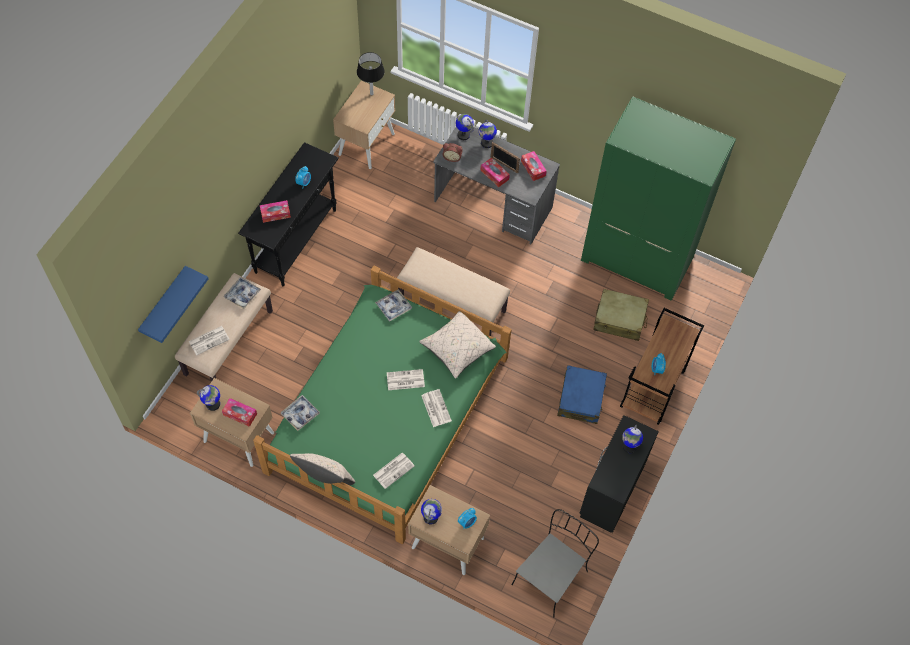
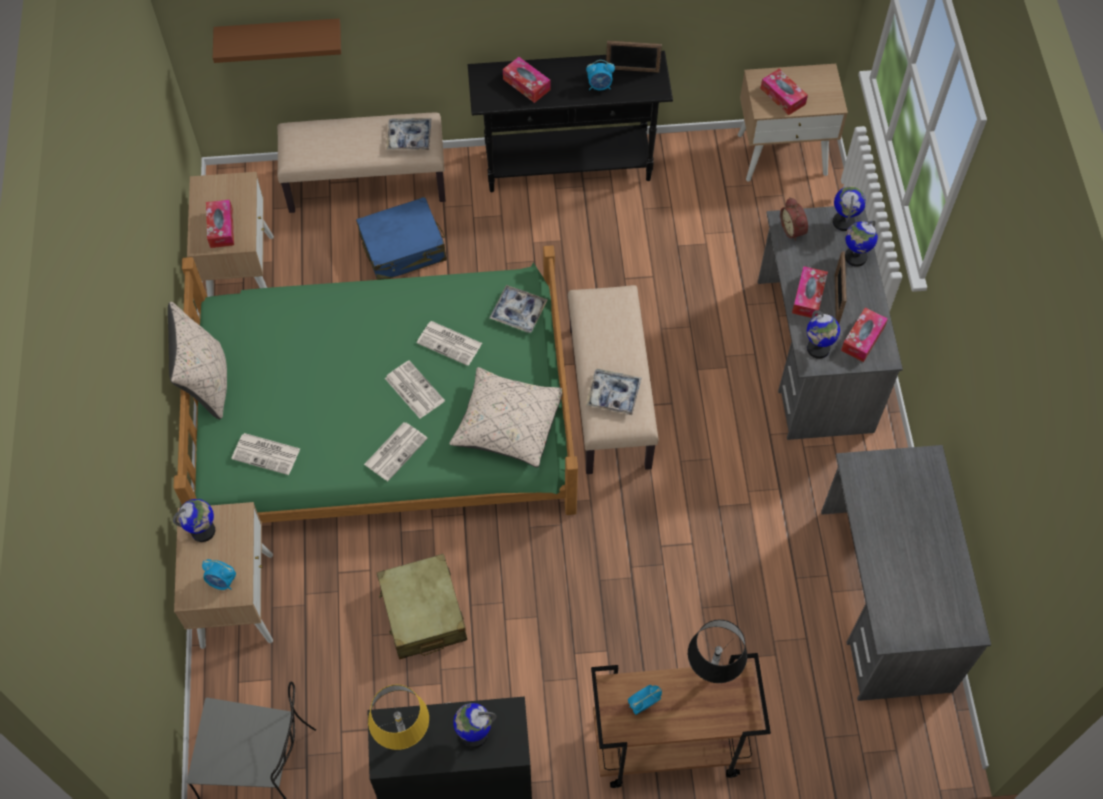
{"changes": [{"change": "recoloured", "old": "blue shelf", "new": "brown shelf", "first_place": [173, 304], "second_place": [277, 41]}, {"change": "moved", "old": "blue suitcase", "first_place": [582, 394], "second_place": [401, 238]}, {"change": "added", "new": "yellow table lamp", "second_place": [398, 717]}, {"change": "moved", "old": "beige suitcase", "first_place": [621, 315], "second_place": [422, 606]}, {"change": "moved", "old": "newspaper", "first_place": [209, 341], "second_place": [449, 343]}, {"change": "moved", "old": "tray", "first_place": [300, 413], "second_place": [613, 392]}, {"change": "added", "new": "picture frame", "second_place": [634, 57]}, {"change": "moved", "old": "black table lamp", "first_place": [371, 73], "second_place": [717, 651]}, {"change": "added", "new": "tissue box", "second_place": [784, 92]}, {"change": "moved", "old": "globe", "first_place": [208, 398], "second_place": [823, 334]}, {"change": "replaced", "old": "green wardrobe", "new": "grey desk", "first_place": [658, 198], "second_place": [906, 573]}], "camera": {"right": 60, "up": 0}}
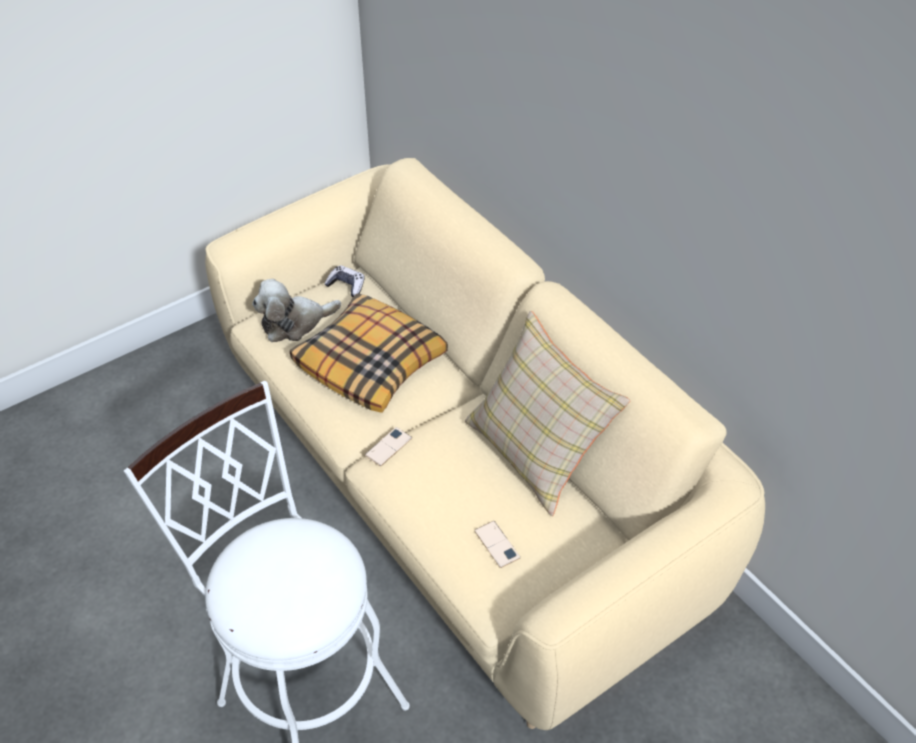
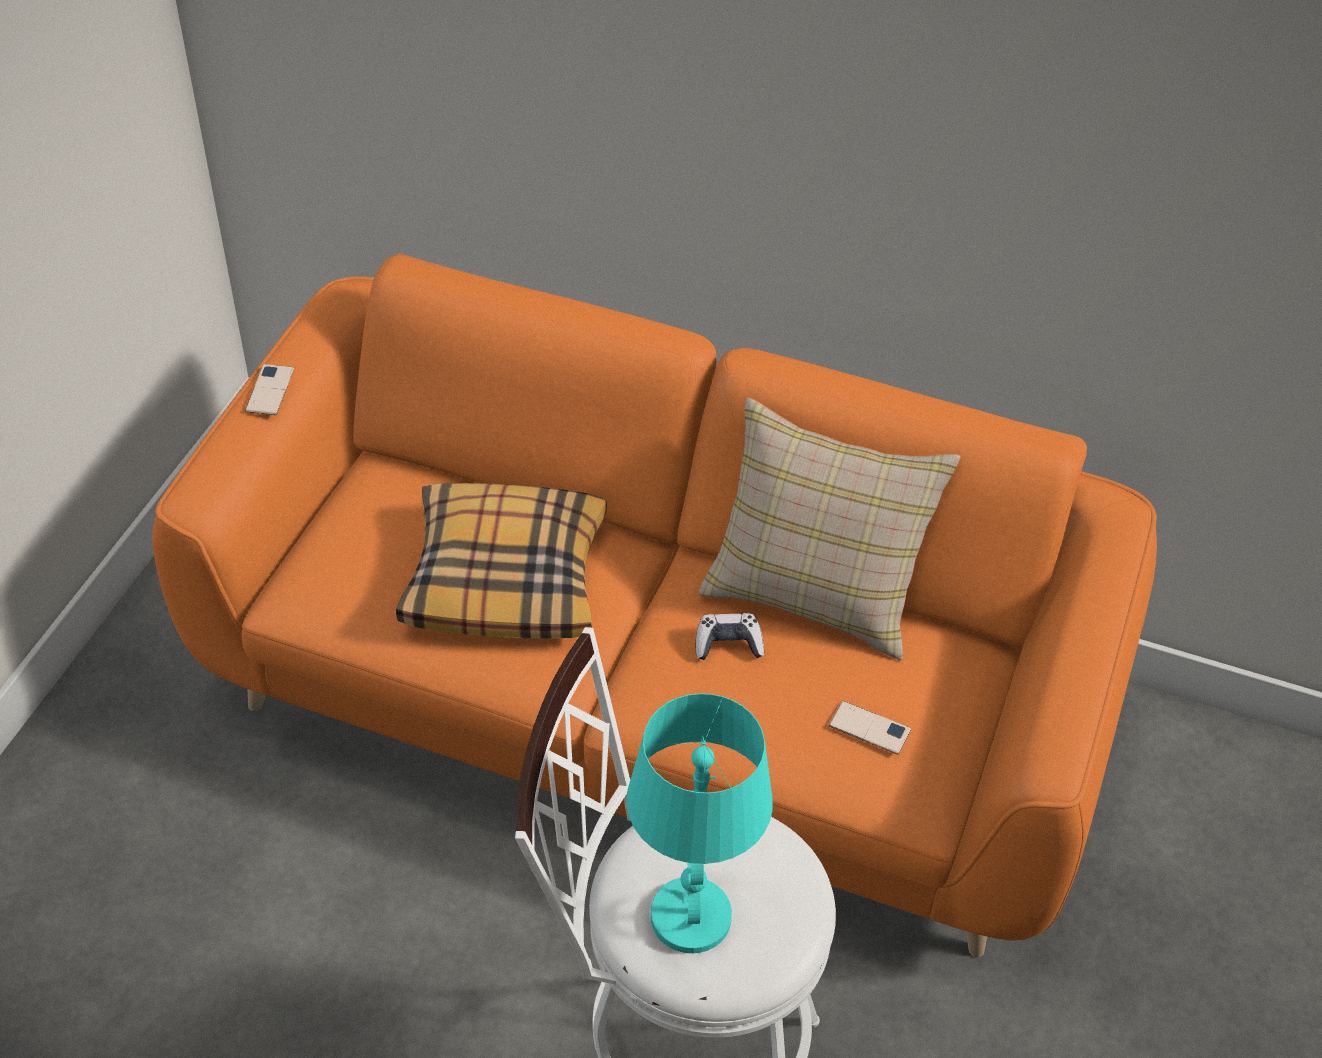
{"changes": [{"change": "recoloured", "old": "beige sofa", "new": "orange sofa", "first_place": [485, 444], "second_place": [654, 605]}, {"change": "moved", "old": "phone", "first_place": [388, 446], "second_place": [269, 389]}, {"change": "added", "new": "turquoise table lamp", "second_place": [699, 823]}, {"change": "moved", "old": "game controller", "first_place": [344, 281], "second_place": [730, 636]}, {"change": "removed", "old": "plush toy", "first_place": [296, 310]}], "camera": {"right": -35, "up": 0}}
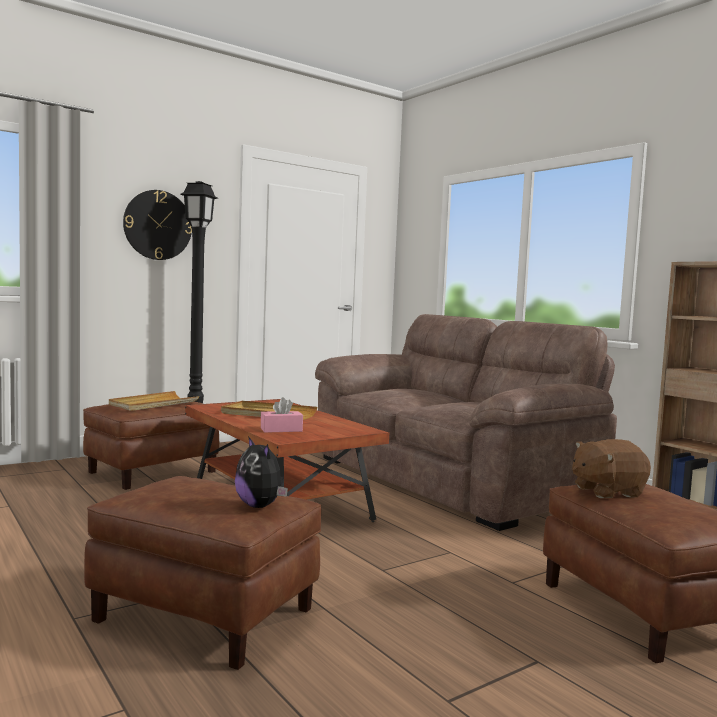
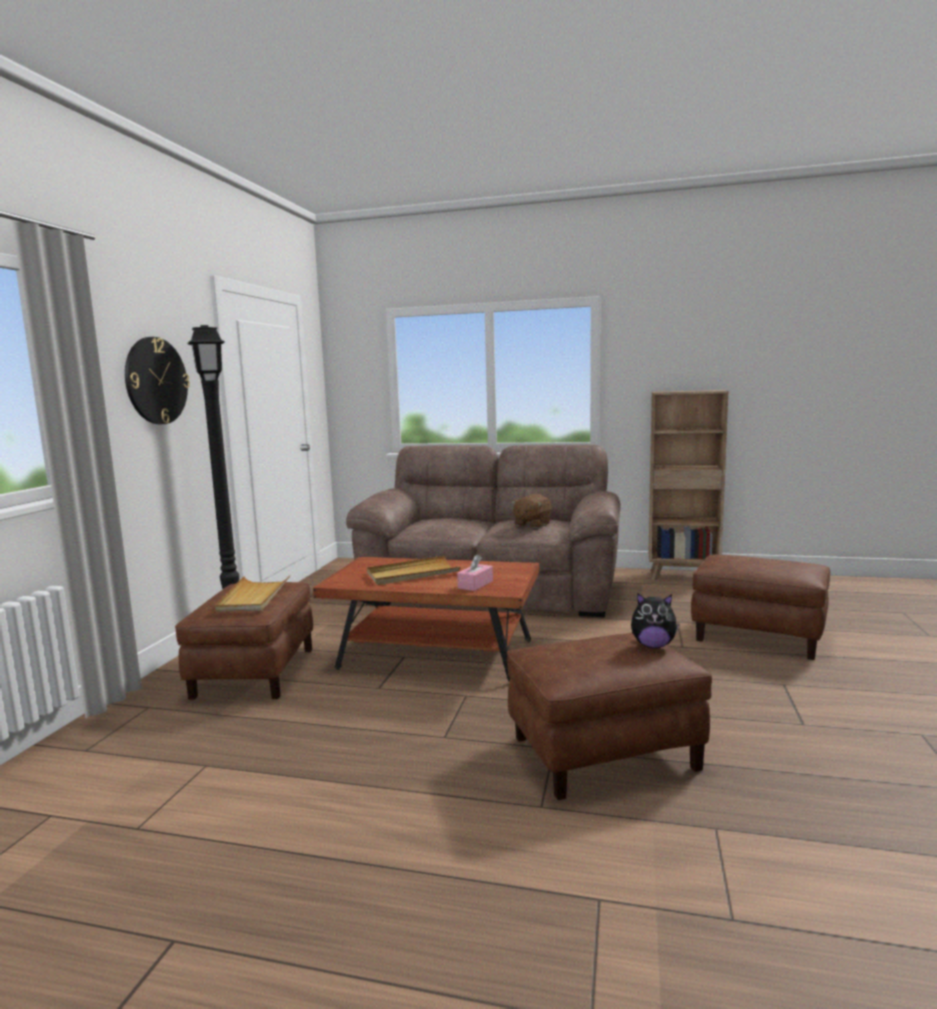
{"changes": [{"change": "moved", "old": "brown plush toy", "first_place": [611, 468], "second_place": [531, 511]}], "camera": {"right": -40, "up": 5}}
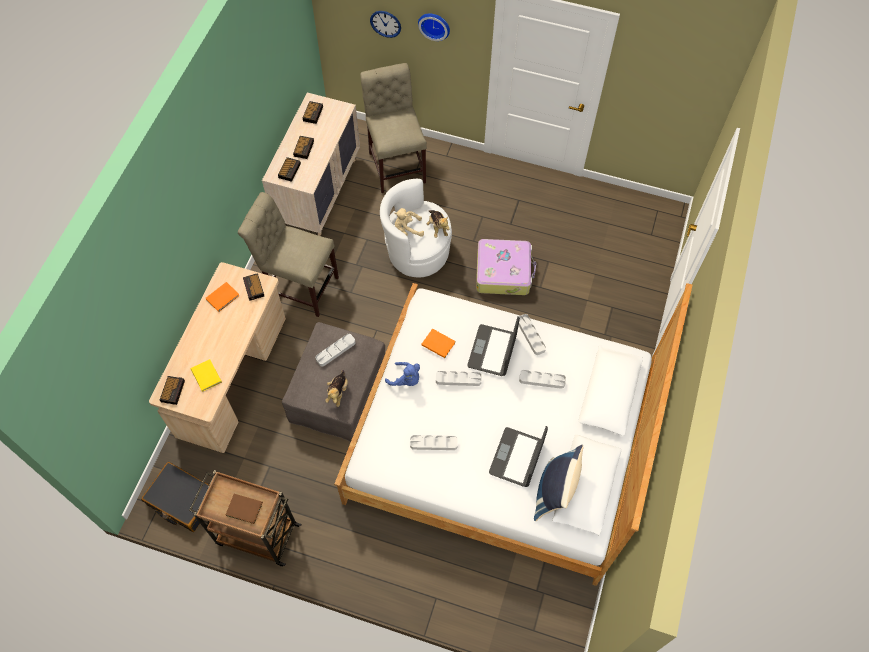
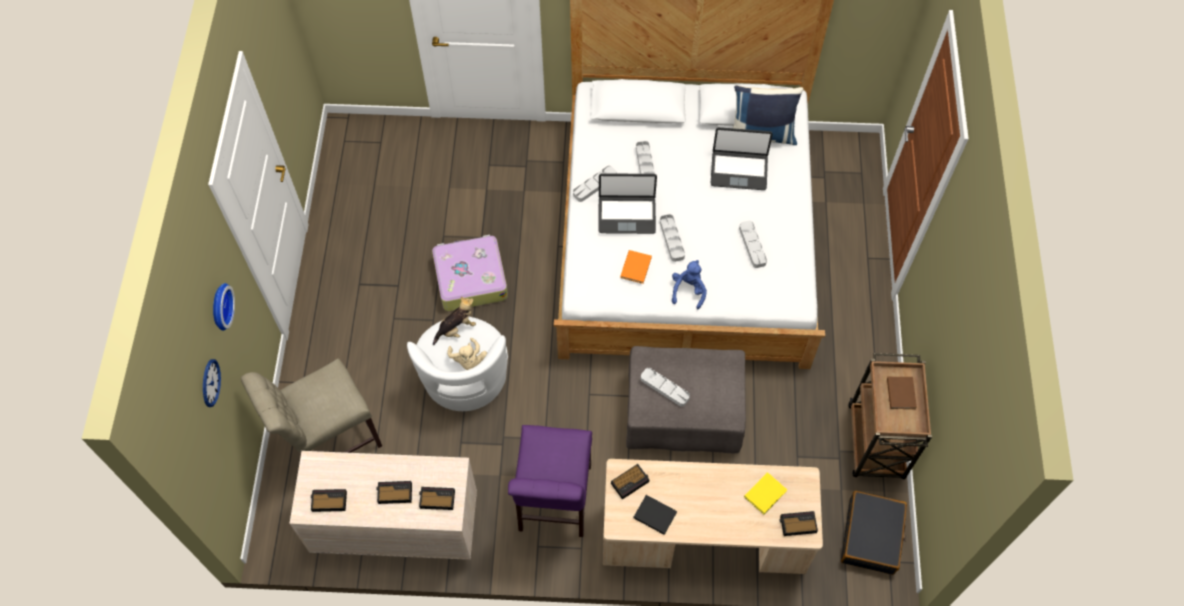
{"changes": [{"change": "recoloured", "old": "beige chair", "new": "purple chair", "first_place": [288, 254], "second_place": [550, 481]}, {"change": "recoloured", "old": "orange book", "new": "black book", "first_place": [223, 297], "second_place": [655, 515]}, {"change": "removed", "old": "plush toy", "first_place": [336, 388]}], "camera": {"right": -105, "up": 0}}
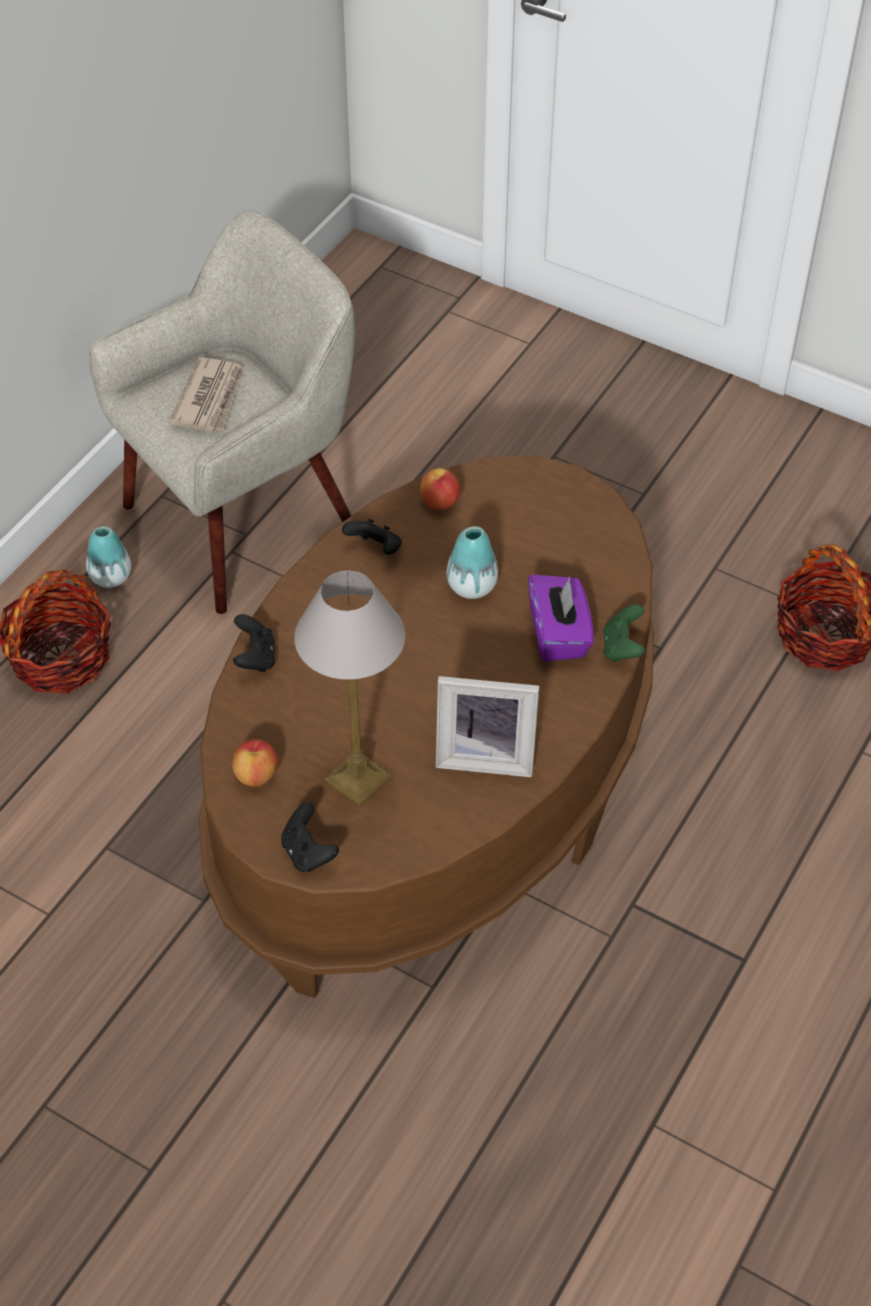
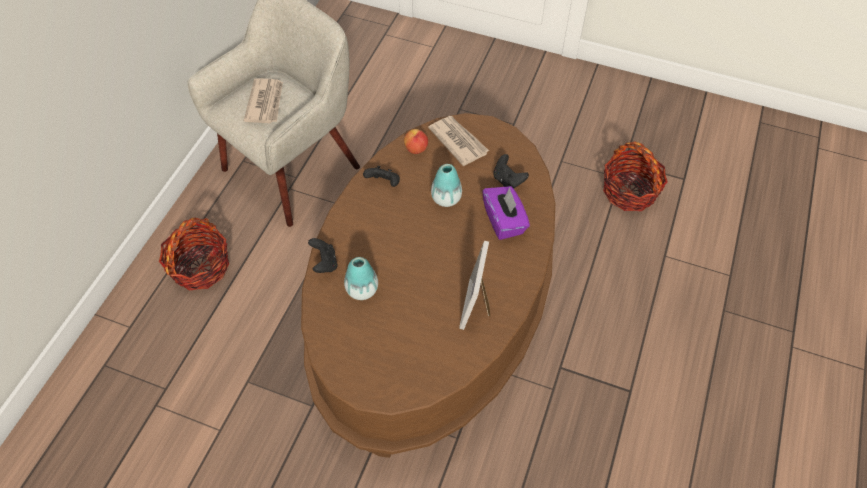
{"changes": [{"change": "moved", "old": "vase", "first_place": [108, 557], "second_place": [361, 278]}, {"change": "added", "new": "newspaper", "second_place": [458, 141]}, {"change": "turned", "old": "picture frame", "first_place": [487, 726], "second_place": [475, 285], "degrees": 105}, {"change": "moved", "old": "black game controller", "first_place": [310, 837], "second_place": [511, 171]}, {"change": "removed", "old": "apple", "first_place": [255, 763]}, {"change": "removed", "old": "table lamp", "first_place": [349, 688]}, {"change": "removed", "old": "green game controller", "first_place": [624, 633]}], "camera": {"right": -10, "up": 5}}
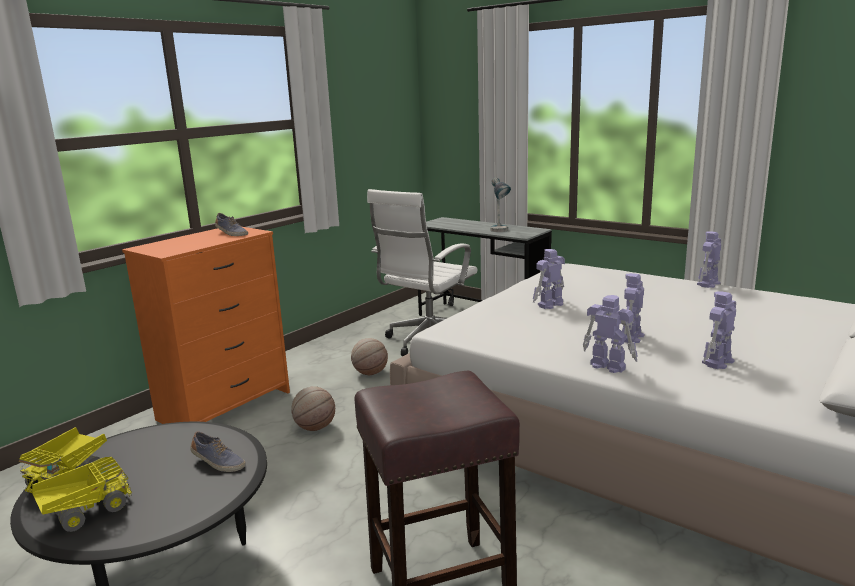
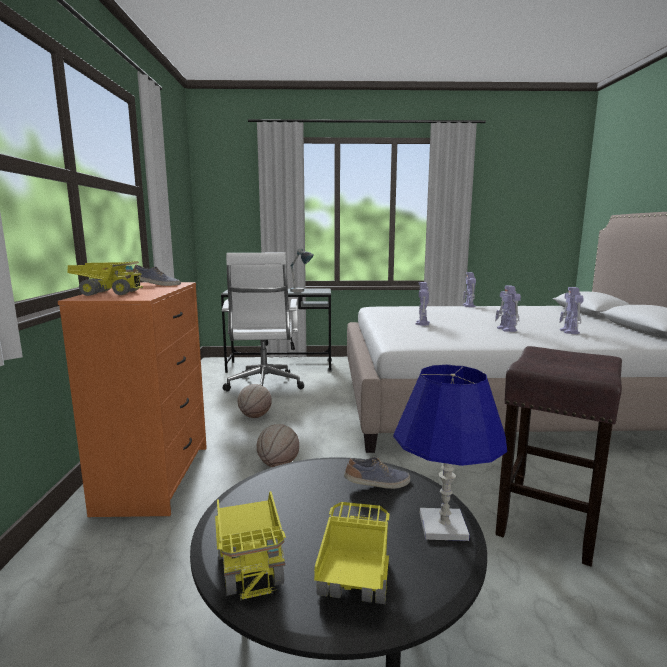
{"changes": [{"change": "added", "new": "toy truck", "second_place": [105, 278]}, {"change": "added", "new": "blue table lamp", "second_place": [450, 453]}, {"change": "removed", "old": "toy robot", "first_place": [610, 334]}], "camera": {"right": -40, "up": -5}}
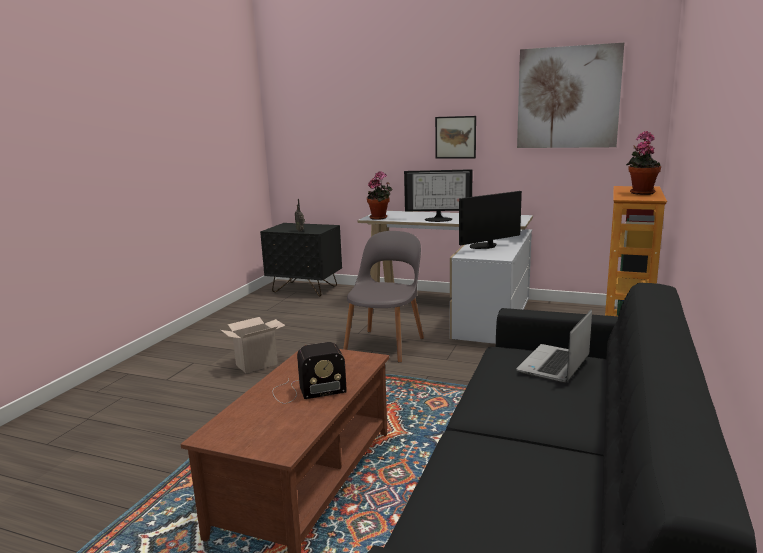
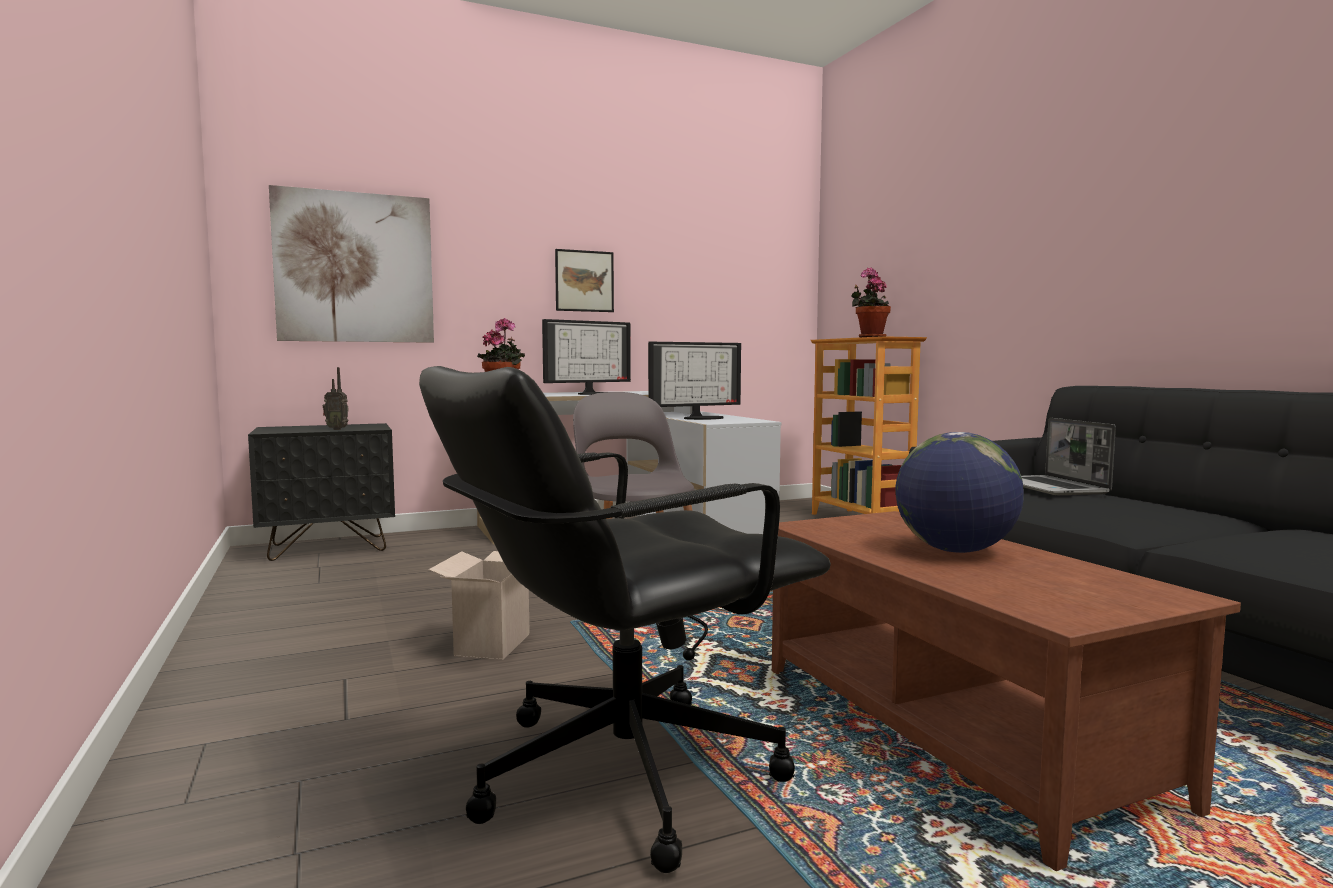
{"changes": [{"change": "moved", "old": "picture", "first_place": [570, 95], "second_place": [351, 264]}, {"change": "added", "new": "black office chair", "second_place": [625, 619]}, {"change": "turned", "old": "monitor", "first_place": [490, 220], "second_place": [694, 381], "degrees": -135}, {"change": "replaced", "old": "radio", "new": "globe", "first_place": [309, 373], "second_place": [960, 492]}], "camera": {"right": -45, "up": -10}}
